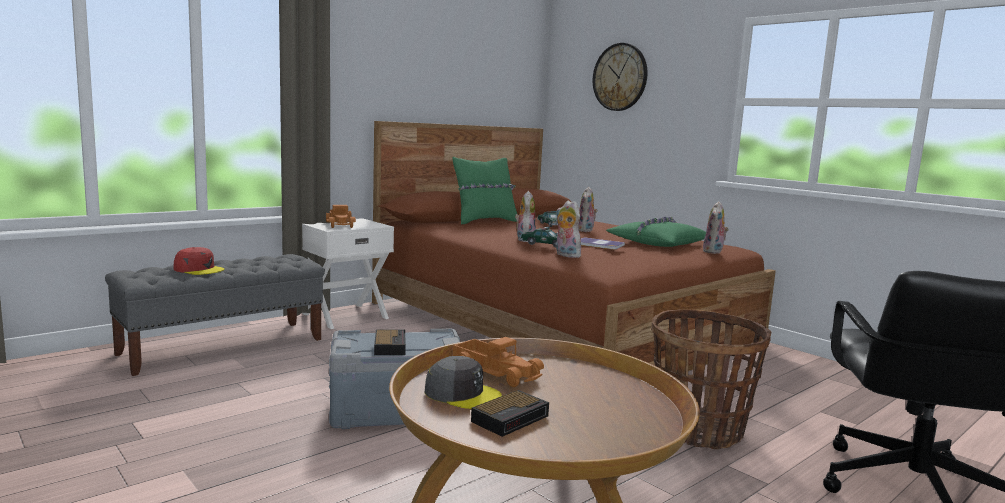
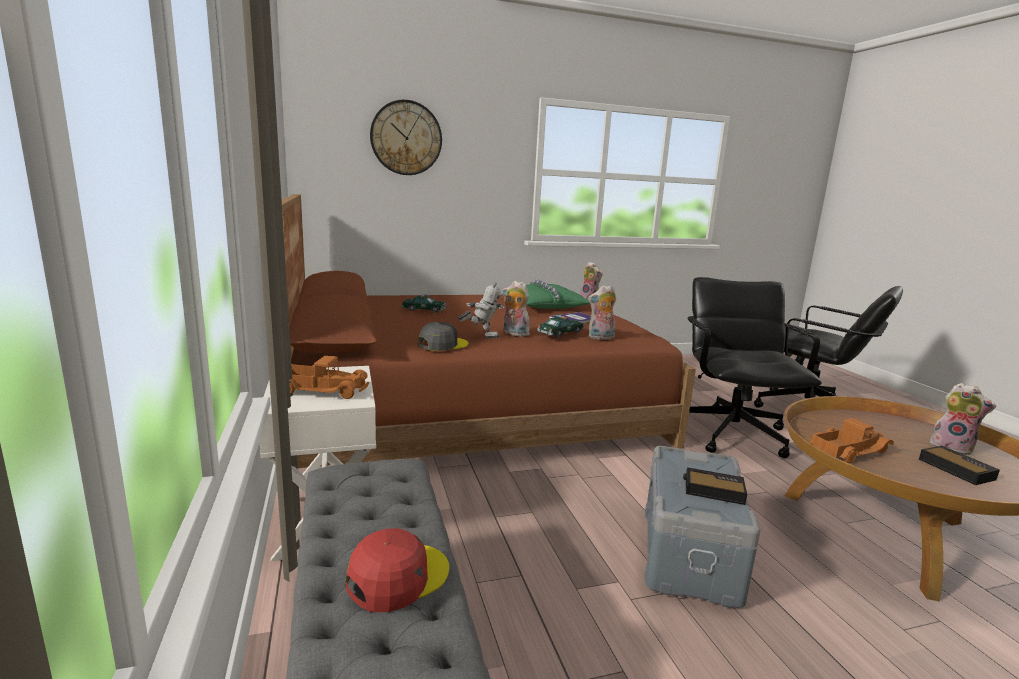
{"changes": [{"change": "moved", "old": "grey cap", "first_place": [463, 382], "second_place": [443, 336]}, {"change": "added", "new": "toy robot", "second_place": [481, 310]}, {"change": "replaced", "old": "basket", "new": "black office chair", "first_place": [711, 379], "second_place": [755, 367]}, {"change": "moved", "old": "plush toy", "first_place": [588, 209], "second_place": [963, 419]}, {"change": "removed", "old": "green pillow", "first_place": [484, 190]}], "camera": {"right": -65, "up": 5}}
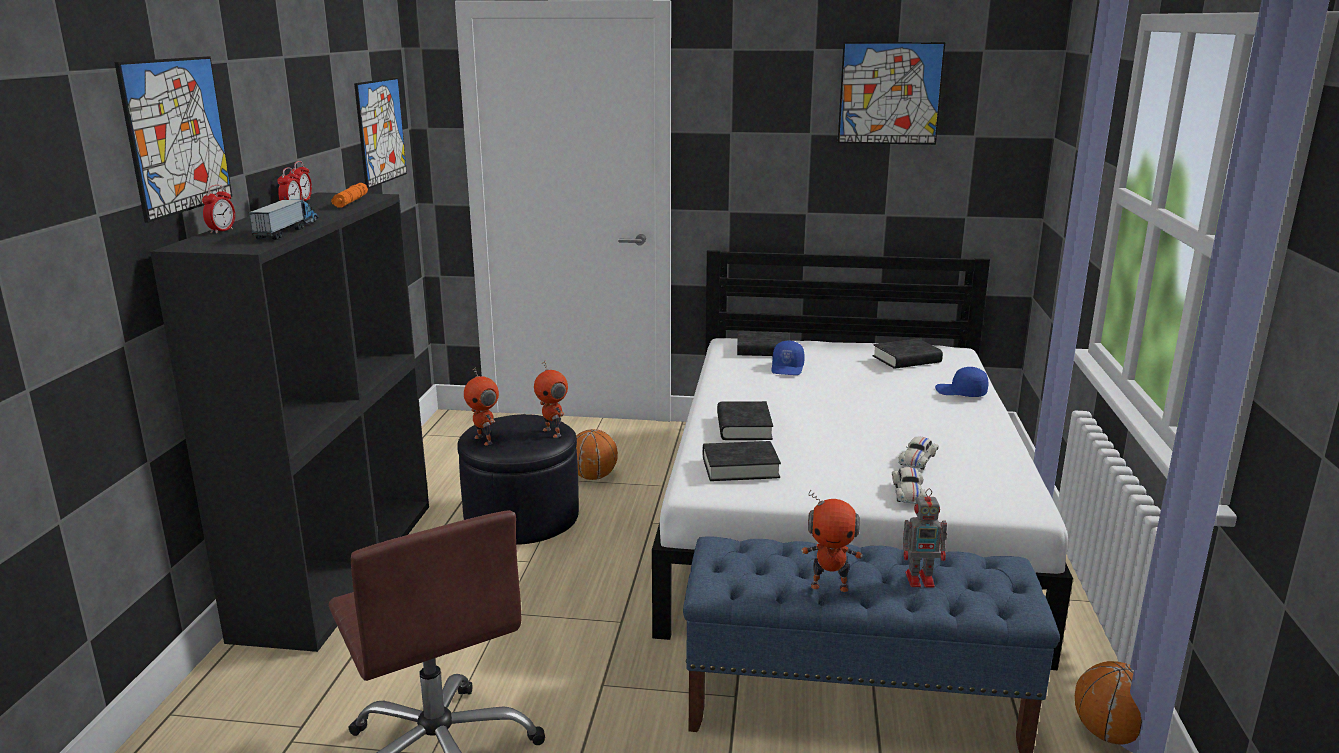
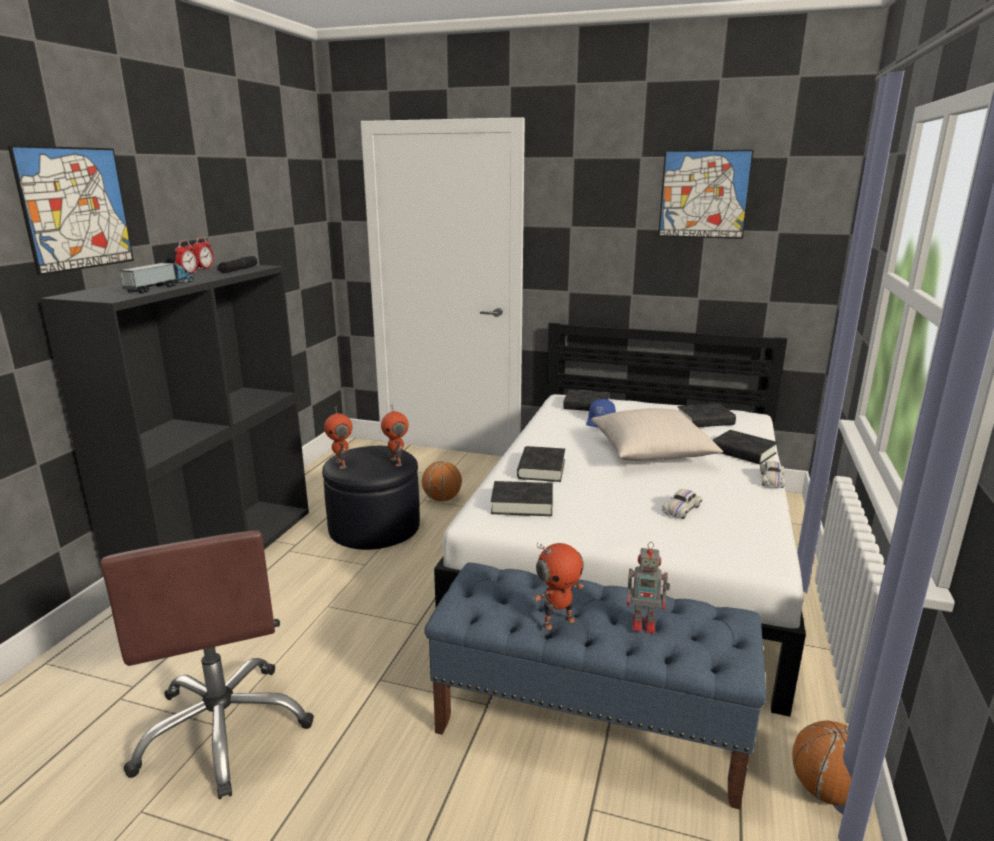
{"changes": [{"change": "recoloured", "old": "orange flashlight", "new": "black flashlight", "first_place": [349, 195], "second_place": [237, 264]}, {"change": "turned", "old": "toy robot", "first_place": [832, 541], "second_place": [558, 586], "degrees": -45}, {"change": "added", "new": "beige pillow", "second_place": [657, 434]}, {"change": "replaced", "old": "blue cap", "new": "black book", "first_place": [961, 382], "second_place": [745, 447]}, {"change": "moved", "old": "white toy car", "first_place": [909, 485], "second_place": [773, 474]}, {"change": "removed", "old": "alarm clock", "first_place": [218, 209]}, {"change": "removed", "old": "picture", "first_place": [380, 133]}], "camera": {"right": 10, "up": 0}}
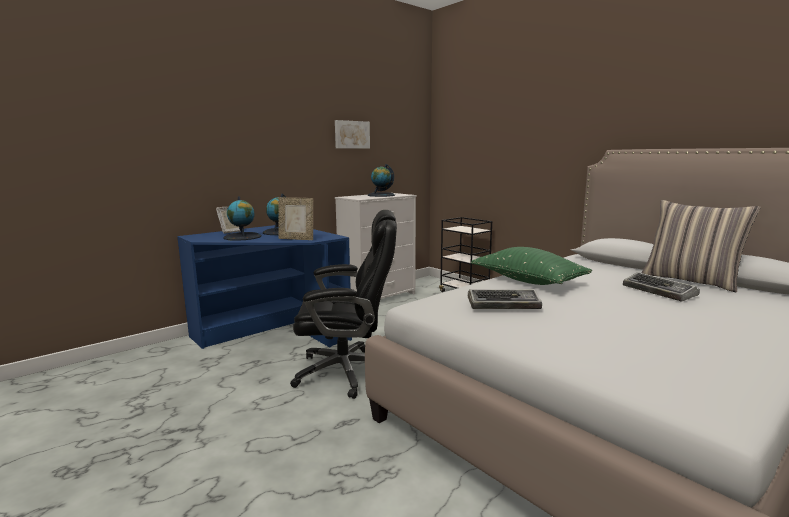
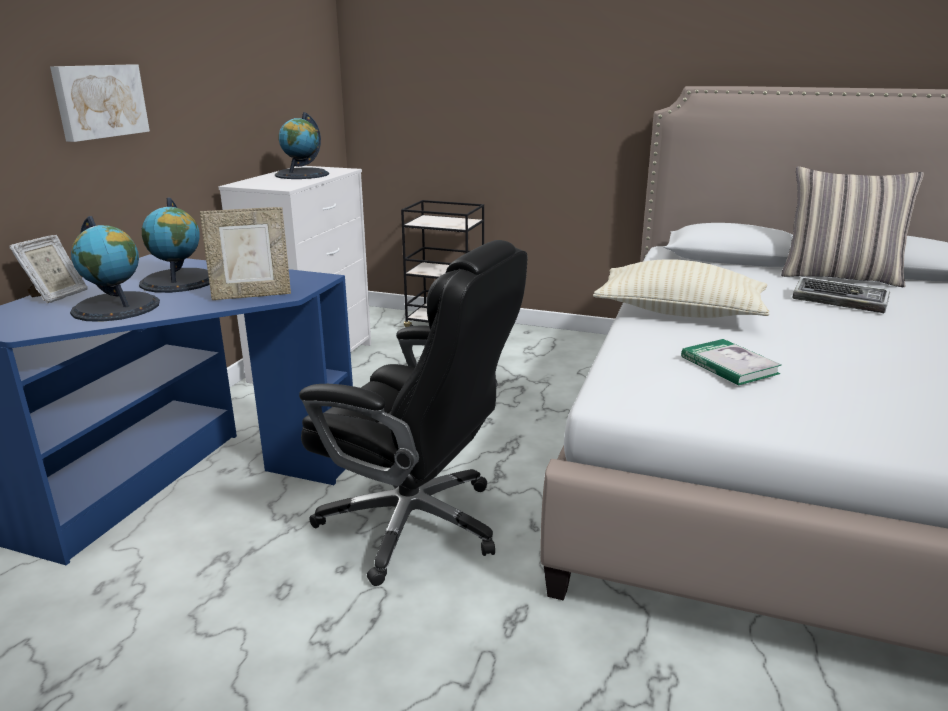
{"changes": [{"change": "moved", "old": "picture", "first_place": [352, 134], "second_place": [100, 103]}, {"change": "turned", "old": "black office chair", "first_place": [343, 304], "second_place": [413, 413], "degrees": 60}, {"change": "recoloured", "old": "green pillow", "new": "beige pillow", "first_place": [531, 266], "second_place": [681, 288]}, {"change": "replaced", "old": "keyboard", "new": "book", "first_place": [505, 299], "second_place": [731, 362]}], "camera": {"right": -30, "up": 10}}
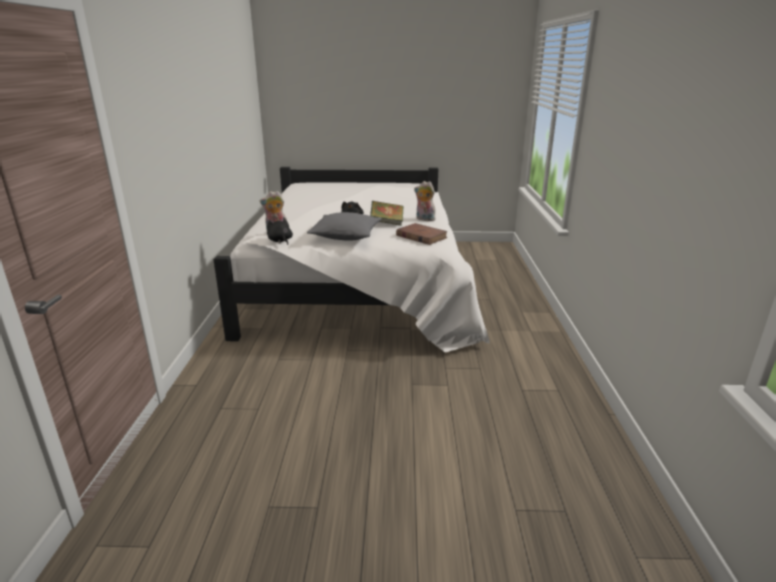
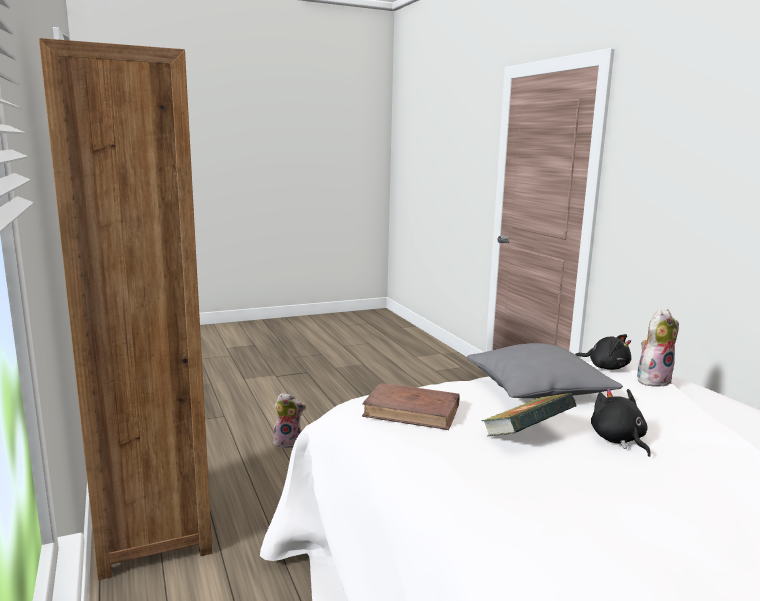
{"changes": [{"change": "added", "new": "brown bookcase", "second_place": [125, 309]}, {"change": "moved", "old": "plush toy", "first_place": [425, 201], "second_place": [289, 420]}], "camera": {"right": 155, "up": -10}}
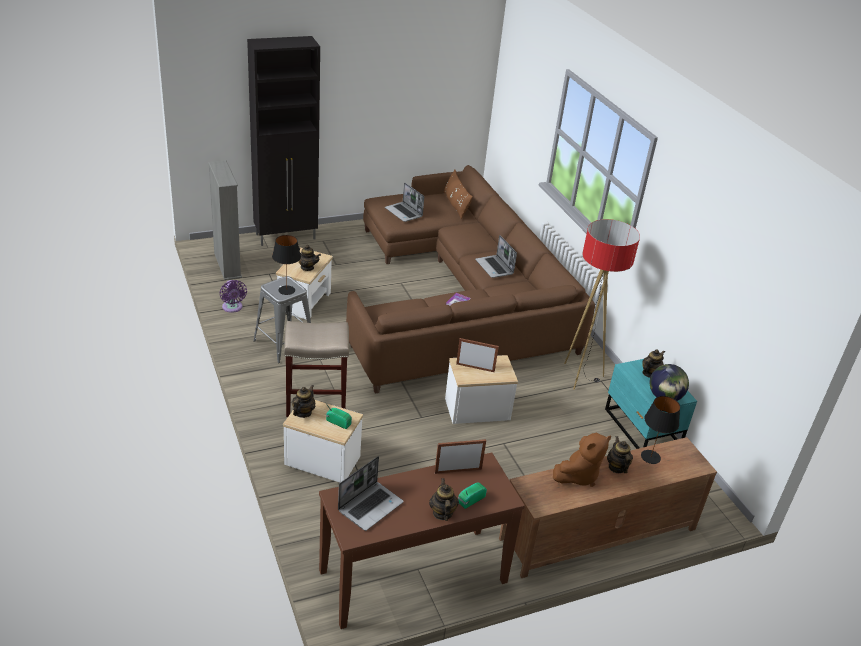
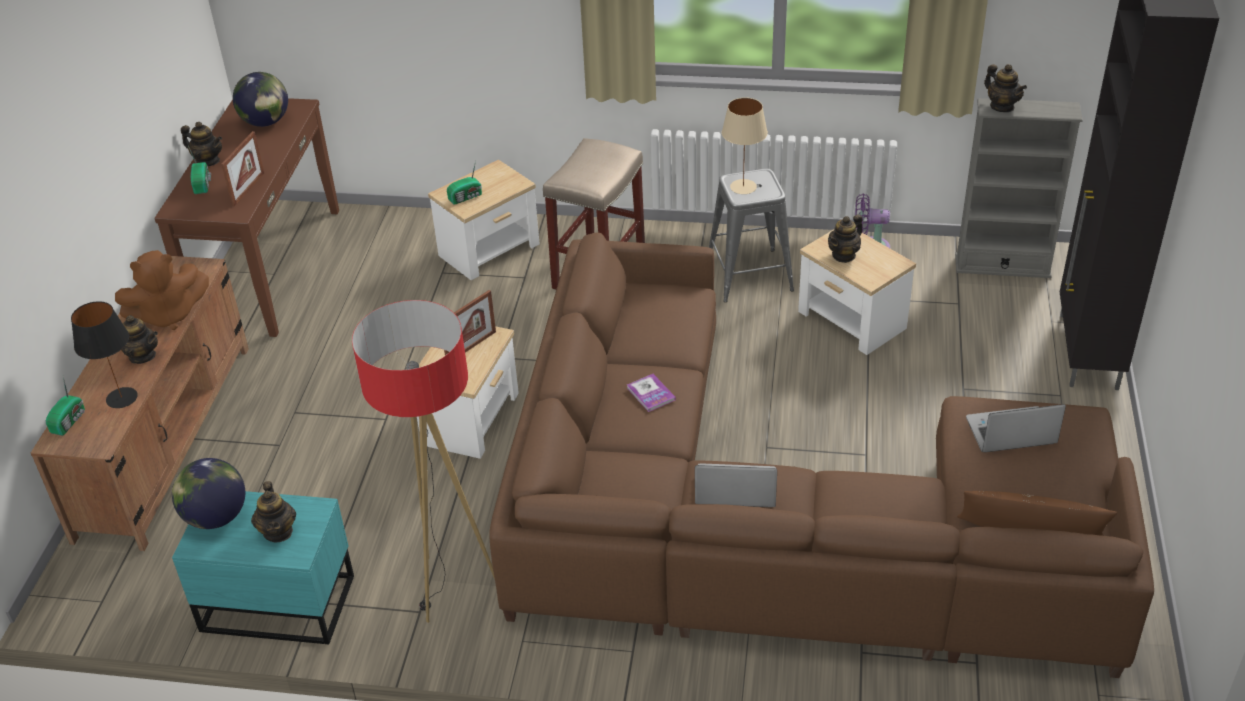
{"changes": [{"change": "added", "new": "radio", "second_place": [65, 406]}, {"change": "turned", "old": "brown plush toy", "first_place": [582, 460], "second_place": [162, 290], "degrees": -105}, {"change": "replaced", "old": "laptop", "new": "globe", "first_place": [371, 493], "second_place": [260, 99]}, {"change": "recoloured", "old": "black table lamp", "new": "beige table lamp", "first_place": [286, 265], "second_place": [745, 145]}, {"change": "moved", "old": "teapot", "first_place": [303, 401], "second_place": [1005, 88]}], "camera": {"right": 125, "up": 5}}
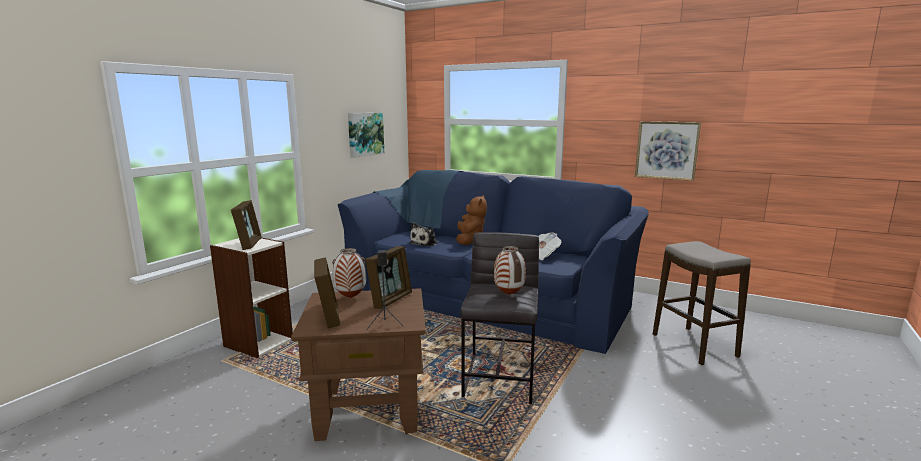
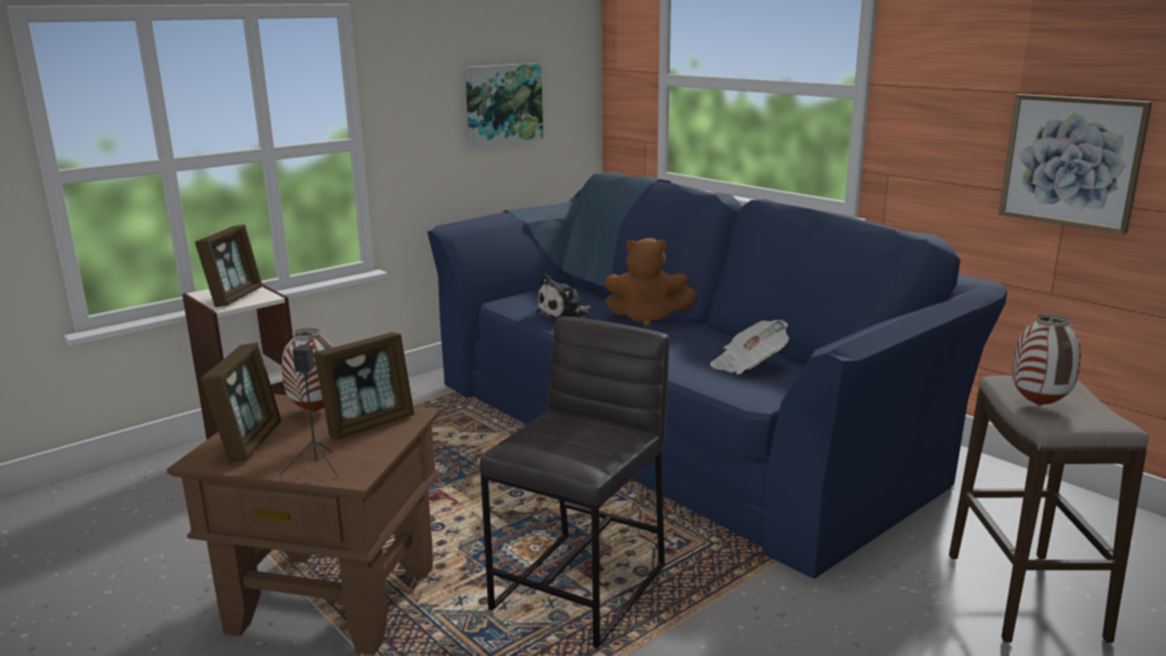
{"changes": [{"change": "turned", "old": "brown plush toy", "first_place": [471, 220], "second_place": [650, 282], "degrees": 75}, {"change": "moved", "old": "vase", "first_place": [510, 270], "second_place": [1046, 359]}], "camera": {"right": 20, "up": 5}}
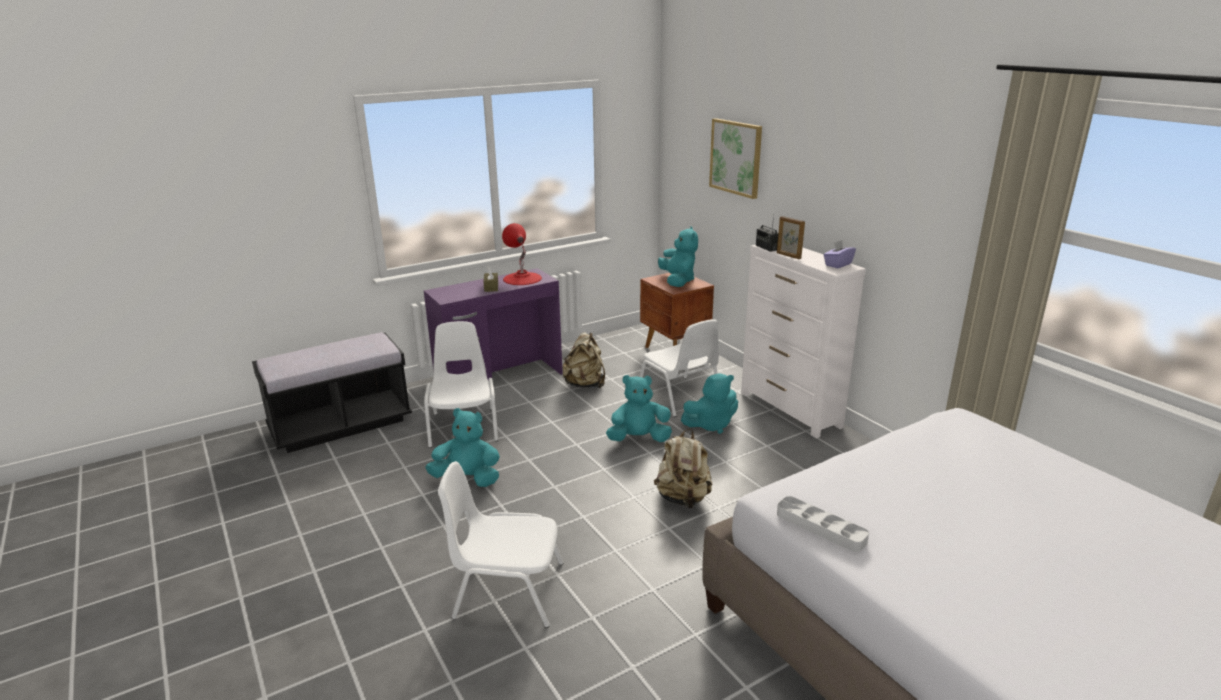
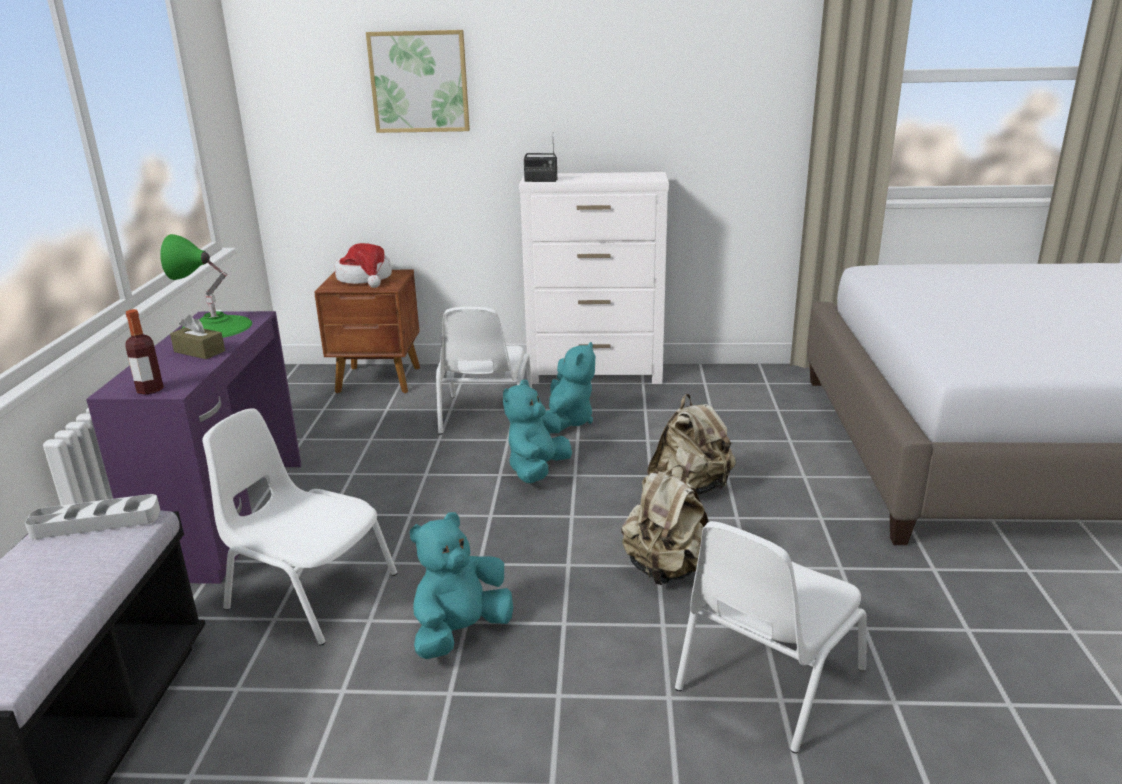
{"changes": [{"change": "moved", "old": "grey tray", "first_place": [823, 524], "second_place": [92, 516]}, {"change": "added", "new": "bottle", "second_place": [144, 352]}, {"change": "recoloured", "old": "red table lamp", "new": "green table lamp", "first_place": [522, 254], "second_place": [206, 286]}, {"change": "replaced", "old": "turquoise plush toy", "new": "hat", "first_place": [678, 256], "second_place": [363, 265]}, {"change": "turned", "old": "white chair", "first_place": [679, 368], "second_place": [484, 371], "degrees": 90}, {"change": "moved", "old": "beige backpack", "first_place": [583, 360], "second_place": [665, 525]}, {"change": "removed", "old": "picture frame", "first_place": [791, 237]}, {"change": "removed", "old": "purple tissue box", "first_place": [840, 254]}], "camera": {"right": -55, "up": 0}}
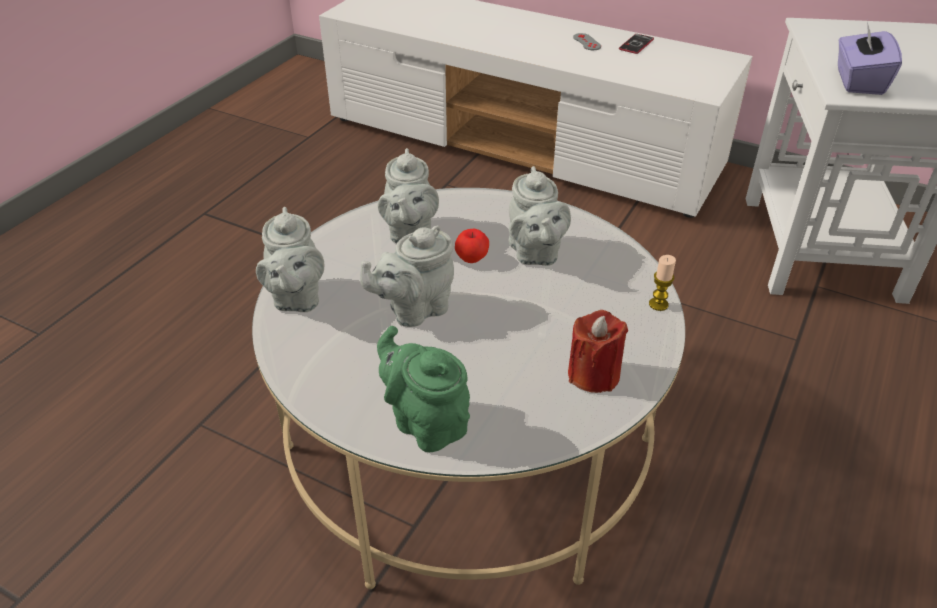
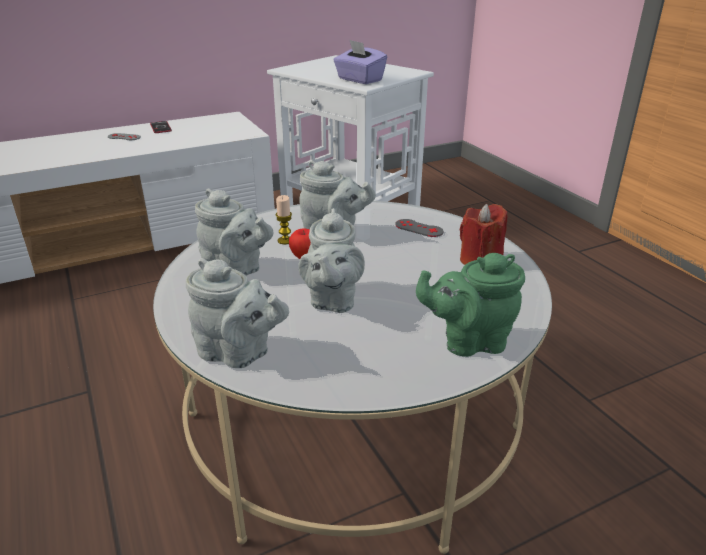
{"changes": [{"change": "moved", "old": "candle", "first_place": [662, 283], "second_place": [284, 219]}, {"change": "added", "new": "grey game controller", "second_place": [419, 228]}], "camera": {"right": -55, "up": -10}}
